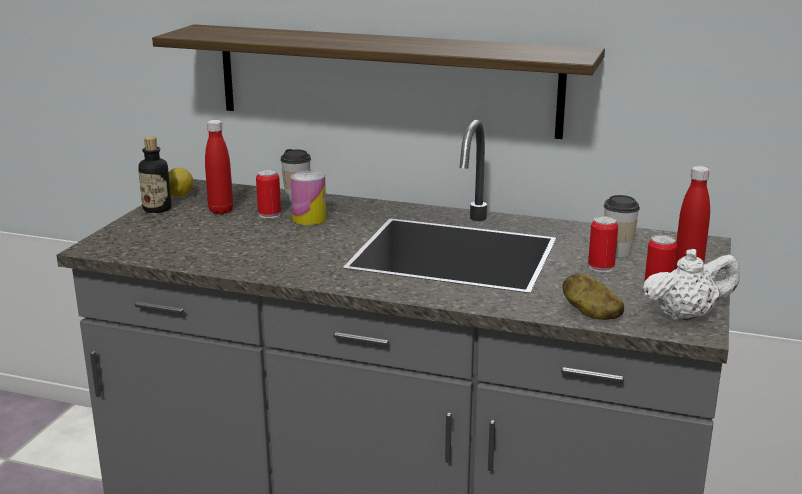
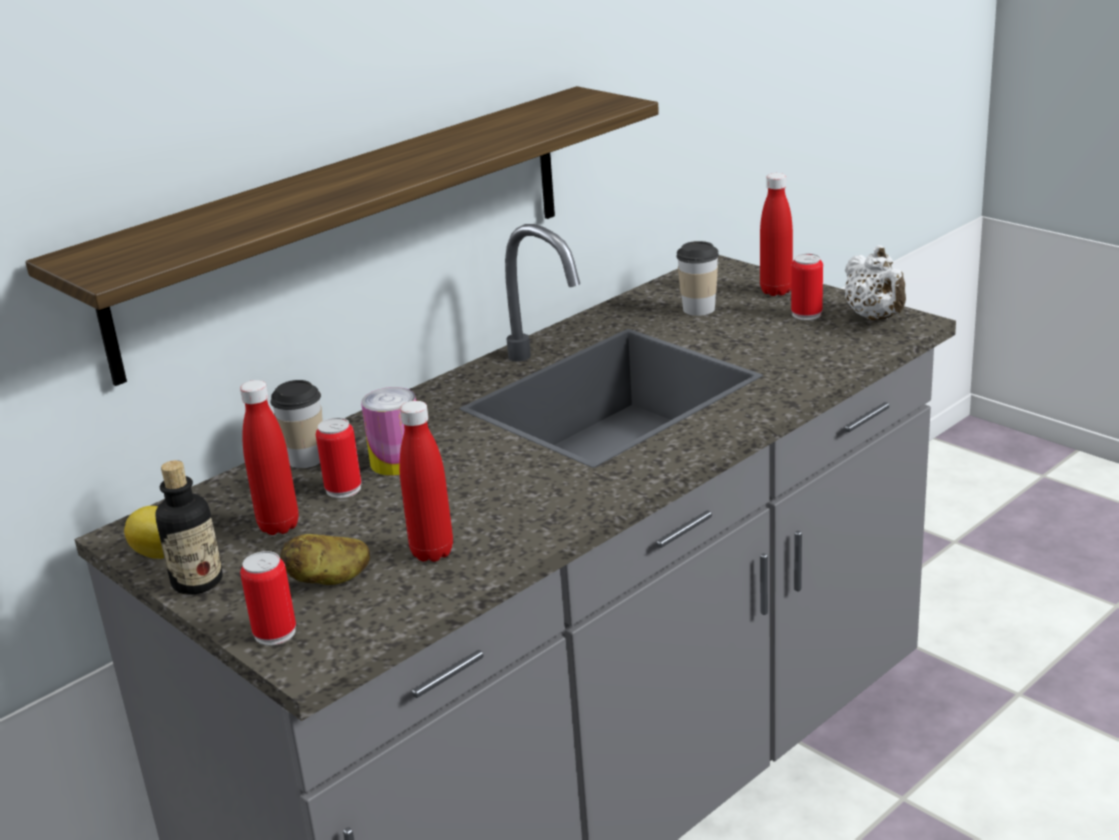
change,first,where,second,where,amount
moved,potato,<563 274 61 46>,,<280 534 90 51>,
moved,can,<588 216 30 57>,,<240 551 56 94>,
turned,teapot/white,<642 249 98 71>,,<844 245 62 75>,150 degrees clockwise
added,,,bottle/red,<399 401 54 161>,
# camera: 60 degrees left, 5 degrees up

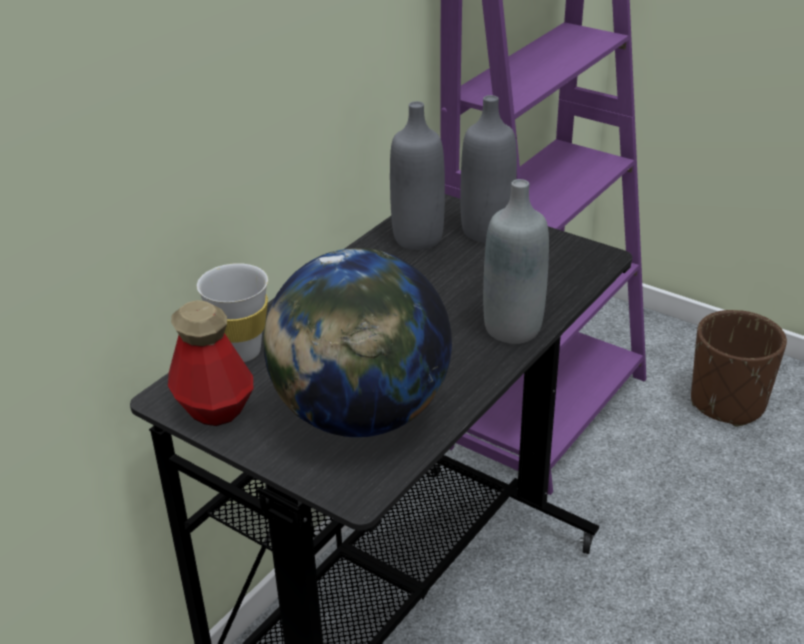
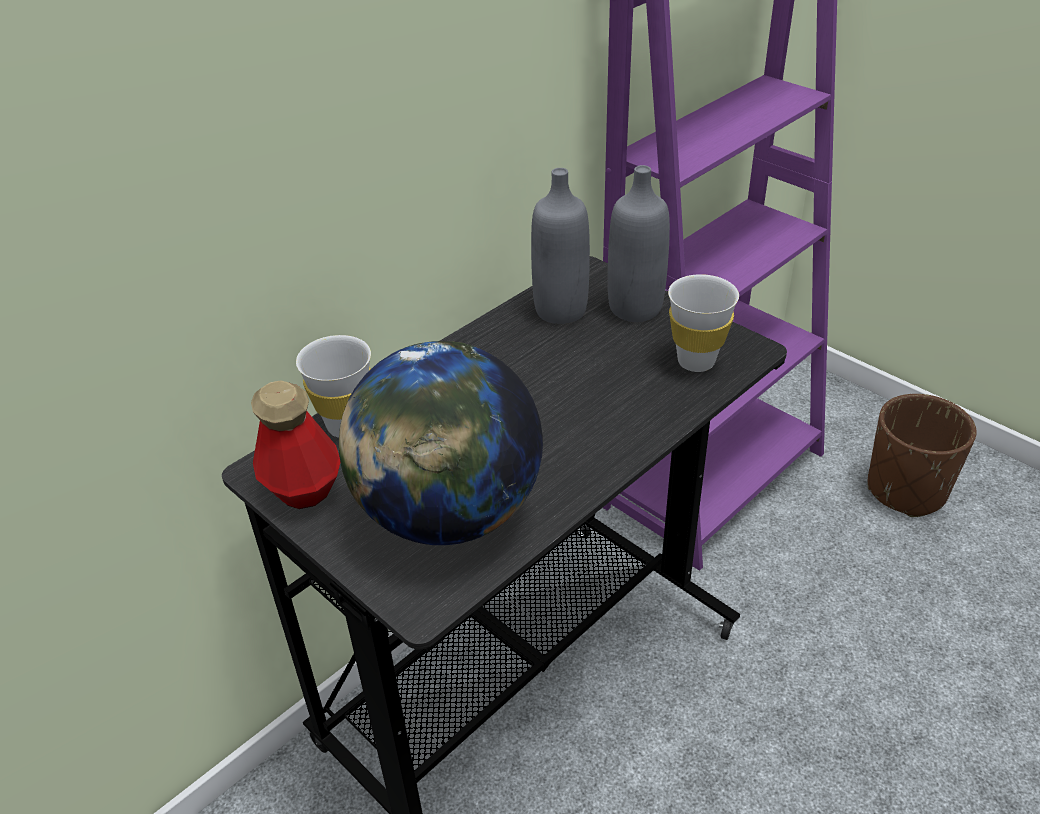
change,first,where,second,where,amount
removed,bottle/grey,<483 179 66 165>,,,
added,,,cup/white,<668 274 71 98>,
# camera: 10 degrees right, 5 degrees up

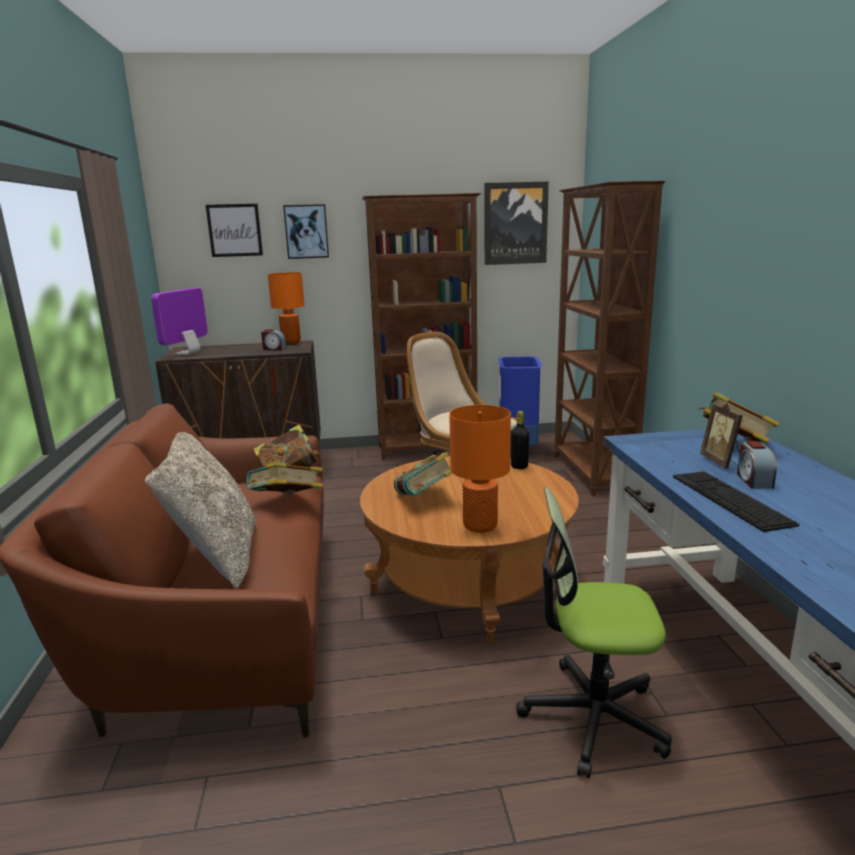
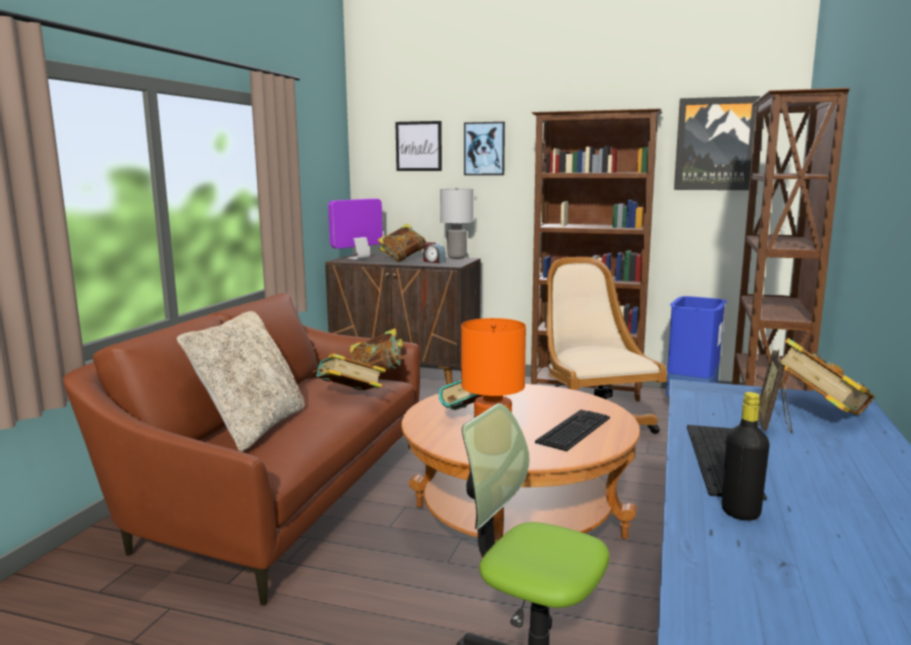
change,first,where,second,where,amount
recoloured,table lamp/orange,<268 272 36 72>,table lamp/grey,<440 188 33 71>,
moved,bottle/black,<511 411 18 58>,,<722 392 48 129>,
removed,alarm clock,<737 441 40 48>,,,
added,,,book,<378 224 49 38>,
added,,,keyboard,<535 410 75 42>,
# camera: 25 degrees right, 5 degrees down

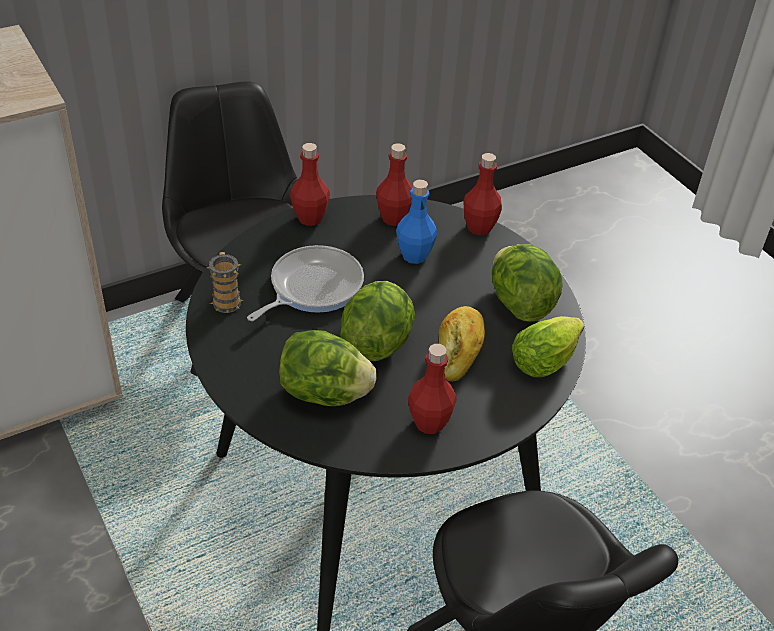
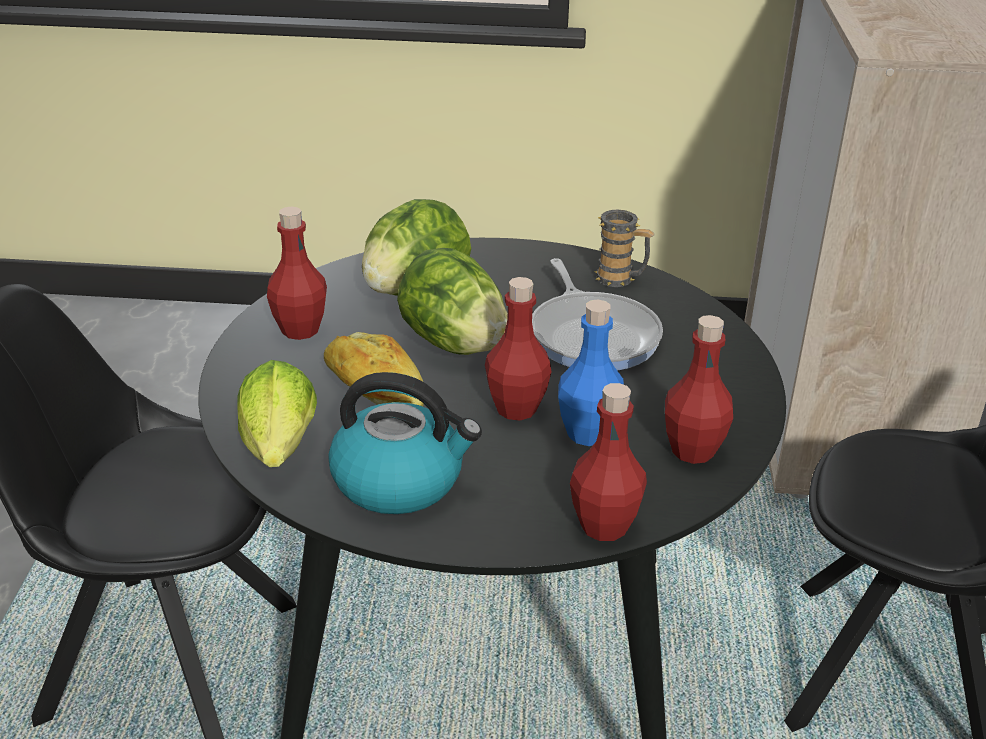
change,first,where,second,where,amount
moved,bottle/red,<290 143 40 83>,,<485 277 66 144>,
replaced,lettuce,<492 244 71 77>,kettle,<328 372 154 142>,
# camera: 125 degrees right, 10 degrees down

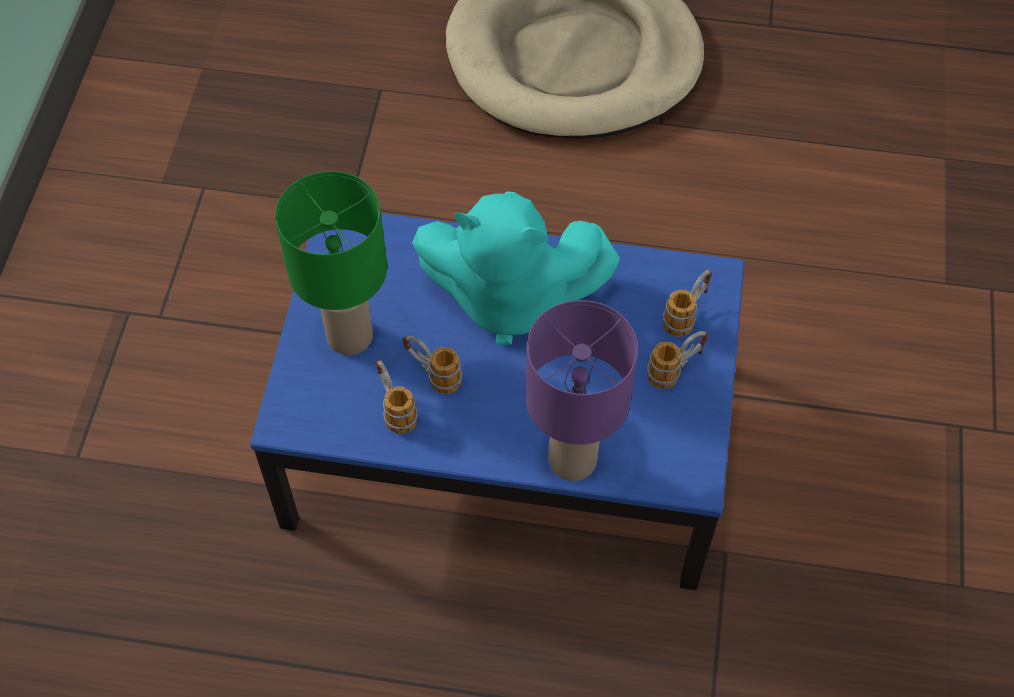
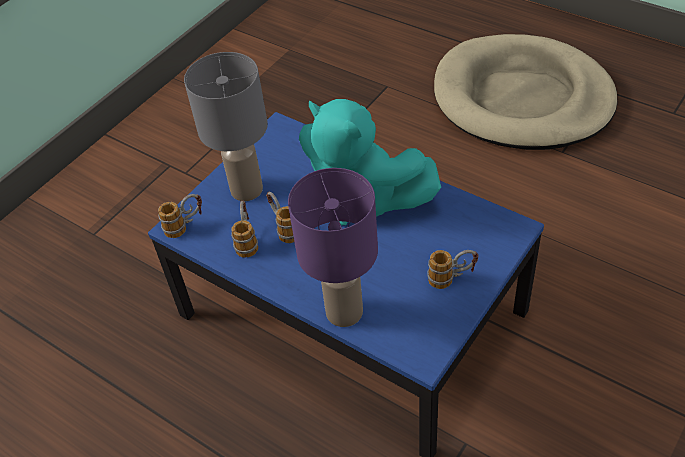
change,first,where,second,where,amount
recoloured,table lamp/green,<275 171 112 184>,table lamp/grey,<184 52 84 149>,
moved,mug,<663 269 49 68>,,<158 194 44 44>,
# camera: 30 degrees right, 10 degrees down

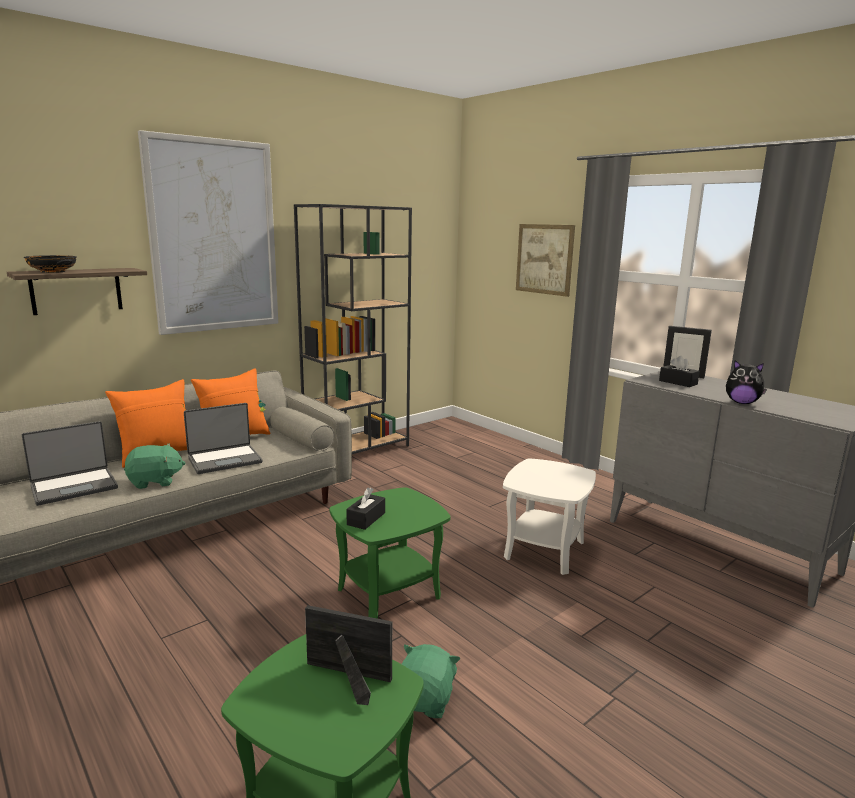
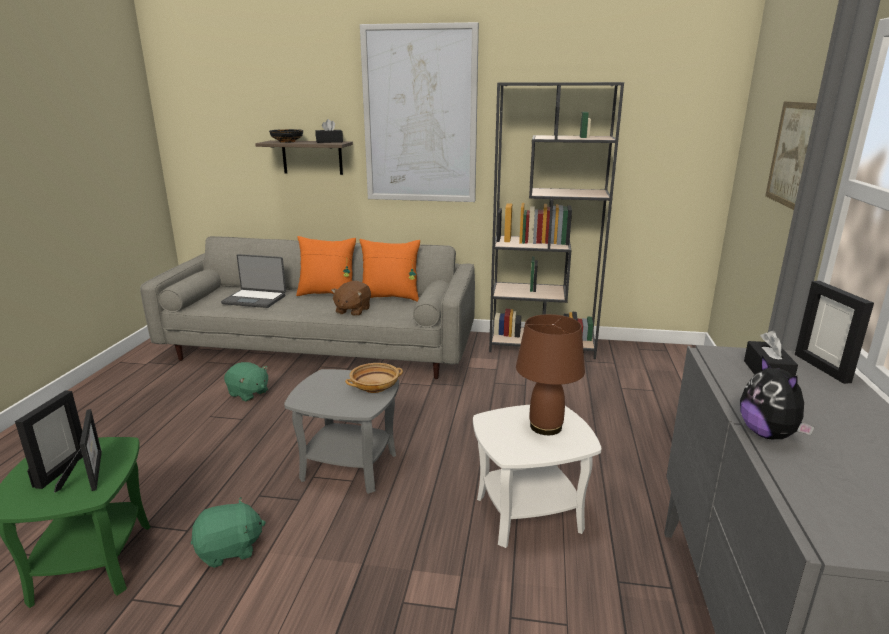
change,first,where,second,where,amount
moved,plush toy/green,<124 443 61 46>,,<224 362 44 39>,
replaced,laptop,<184 403 79 71>,plush toy/brown,<331 281 40 35>,
recoloured,side table/green,<330 487 121 132>,side table/grey,<284 369 115 125>,
moved,tissue box/black,<346 487 39 43>,,<315 119 28 24>,
added,,,picture frame,<15 390 68 99>,
added,,,bowl/beige,<345 363 58 30>,
added,,,table lamp/brown,<516 314 69 121>,
# camera: 50 degrees right, 5 degrees up

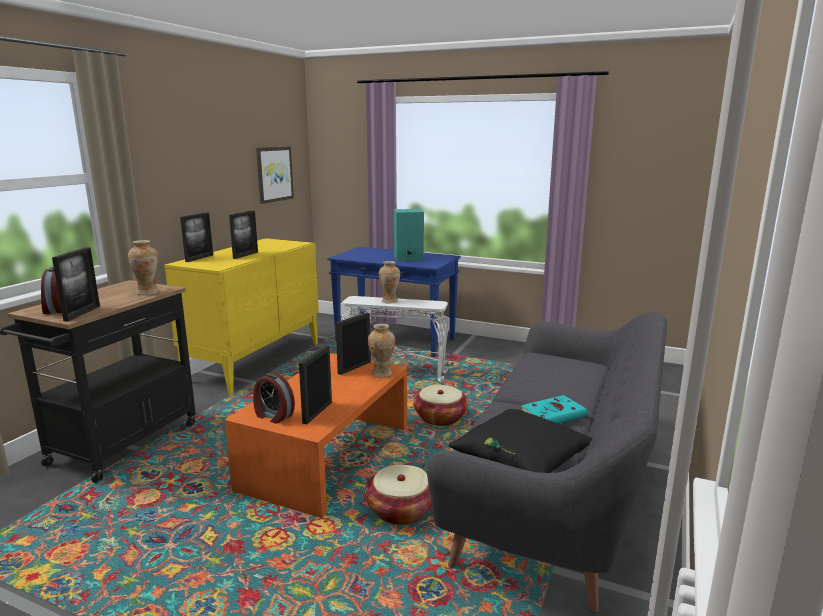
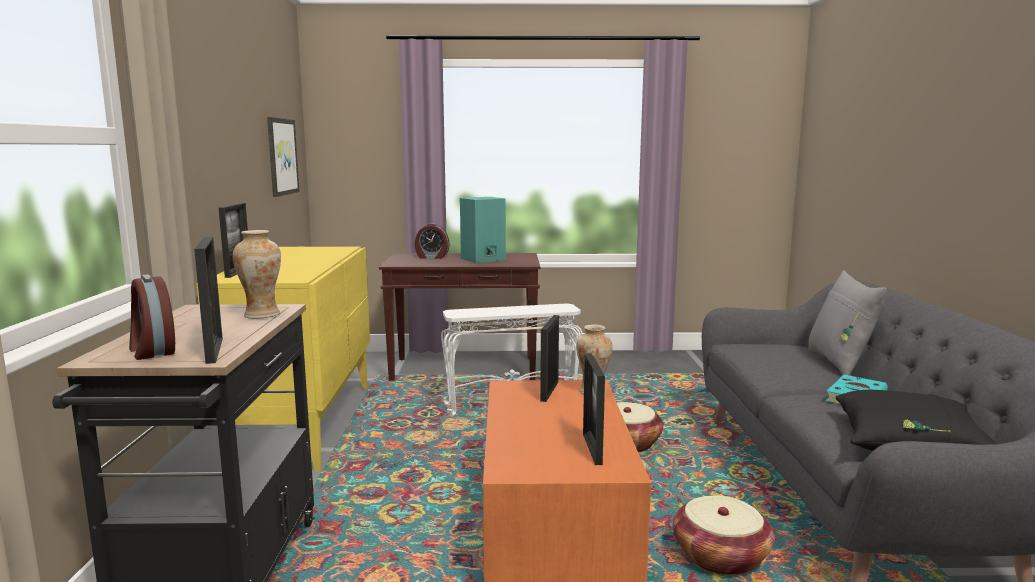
change,first,where,second,where,amount
removed,picture frame,<229 210 29 49>,,,
moved,alarm clock,<253 373 42 51>,,<415 223 34 36>,
recoloured,console table/blue,<327 247 134 110>,console table/brown,<379 253 161 128>,
removed,vase,<379 261 21 43>,,,
added,,,pillow/grey,<808 270 79 106>,
# camera: 25 degrees left, 5 degrees down

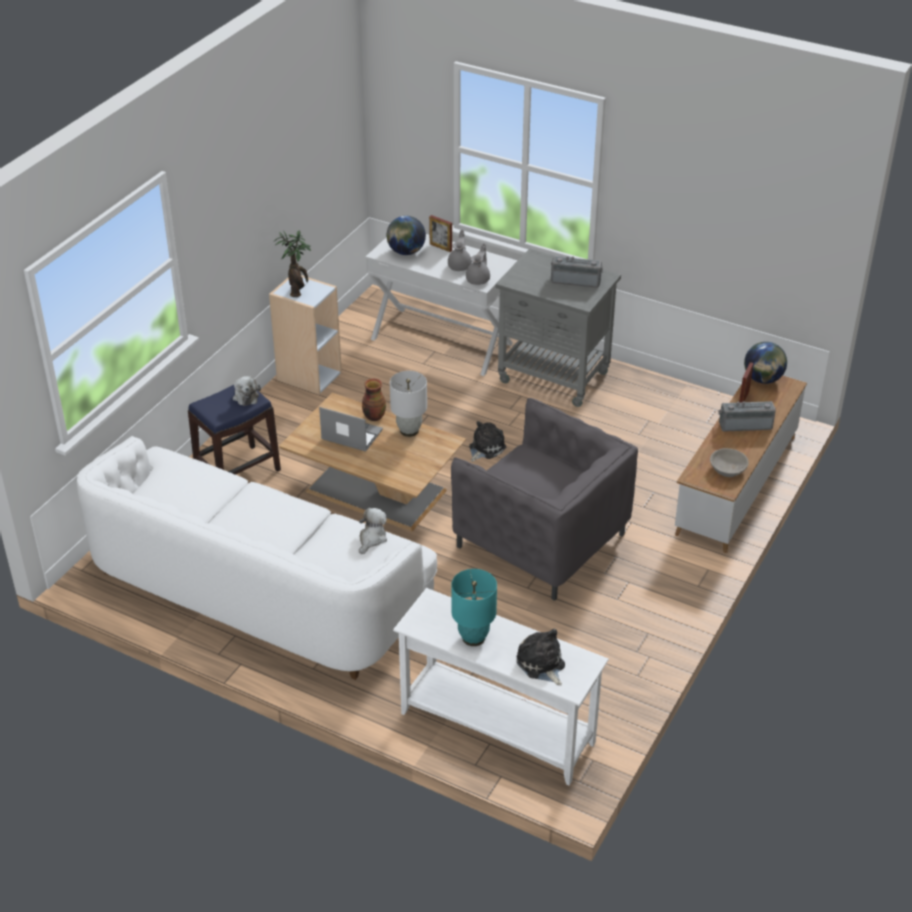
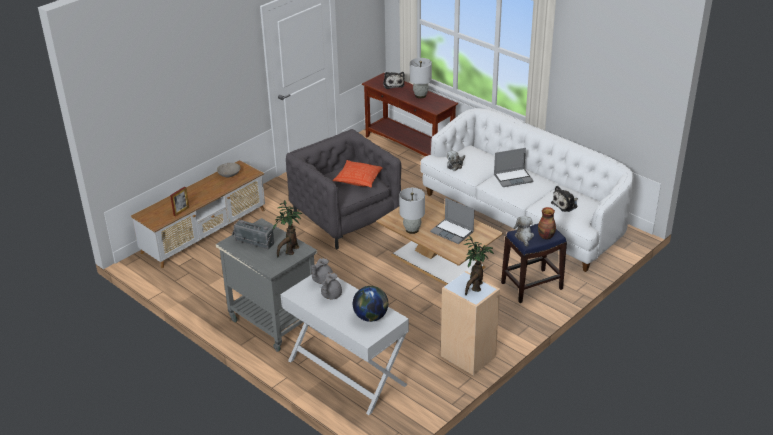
change,first,where,second,where,amount
moved,vase,<362 378 24 43>,,<538 207 18 32>,
recoloured,console table/white,<393 588 216 197>,console table/brown,<362 73 96 84>,
removed,picture frame,<429 215 23 37>,,,
recoloured,table lamp/turquoise,<451 569 46 77>,table lamp/white,<410 58 22 40>,
moved,plush toy,<469 421 37 41>,,<551 186 27 26>,
removed,radio,<718 401 58 31>,,,
removed,globe,<744 342 43 42>,,,
added,,,potted plant,<273 200 29 57>,
added,,,pillow/orange,<333 160 50 28>,
added,,,laptop,<494 148 40 39>,
# camera: 165 degrees left, 5 degrees down

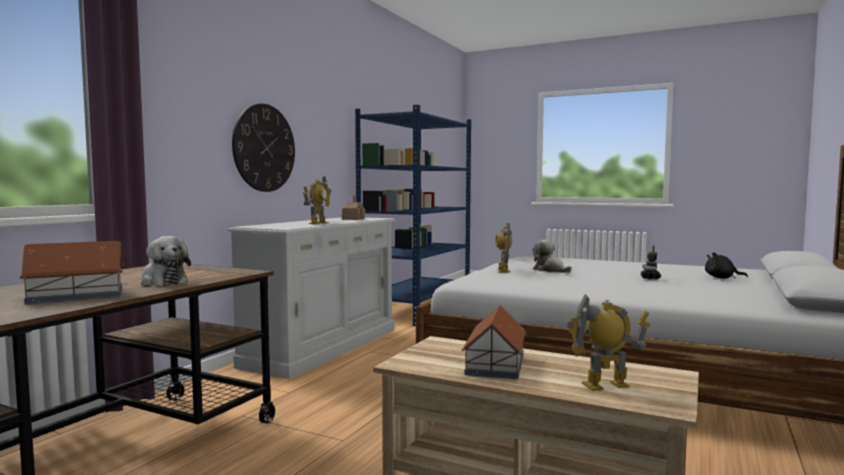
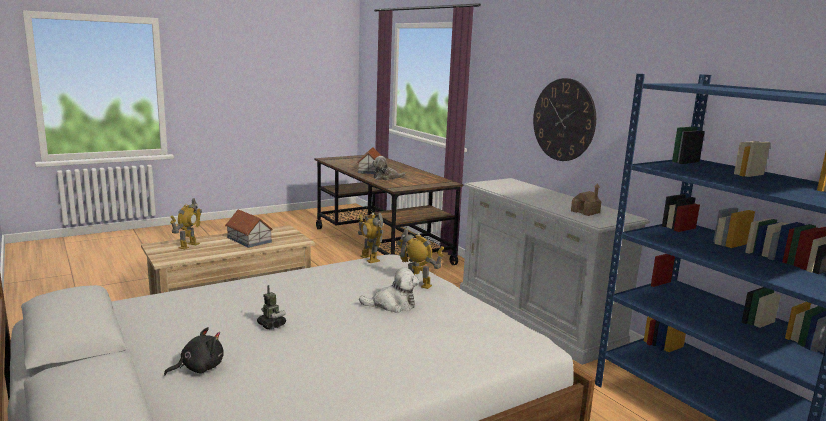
change,first,where,second,where,amount
moved,toy robot,<303 176 28 48>,,<358 213 25 50>,
# camera: 120 degrees right, 10 degrees up

